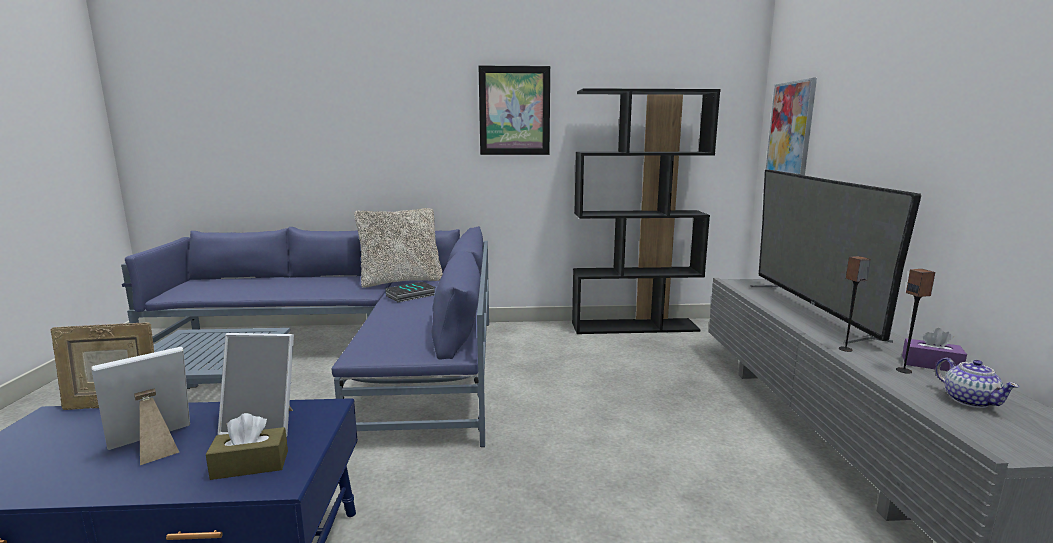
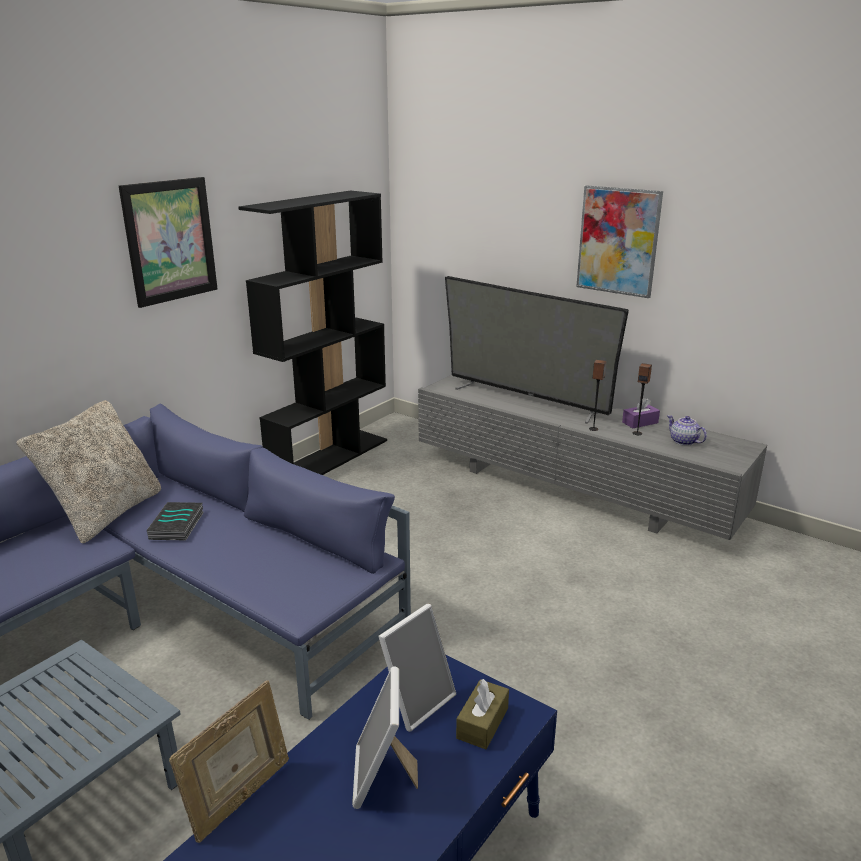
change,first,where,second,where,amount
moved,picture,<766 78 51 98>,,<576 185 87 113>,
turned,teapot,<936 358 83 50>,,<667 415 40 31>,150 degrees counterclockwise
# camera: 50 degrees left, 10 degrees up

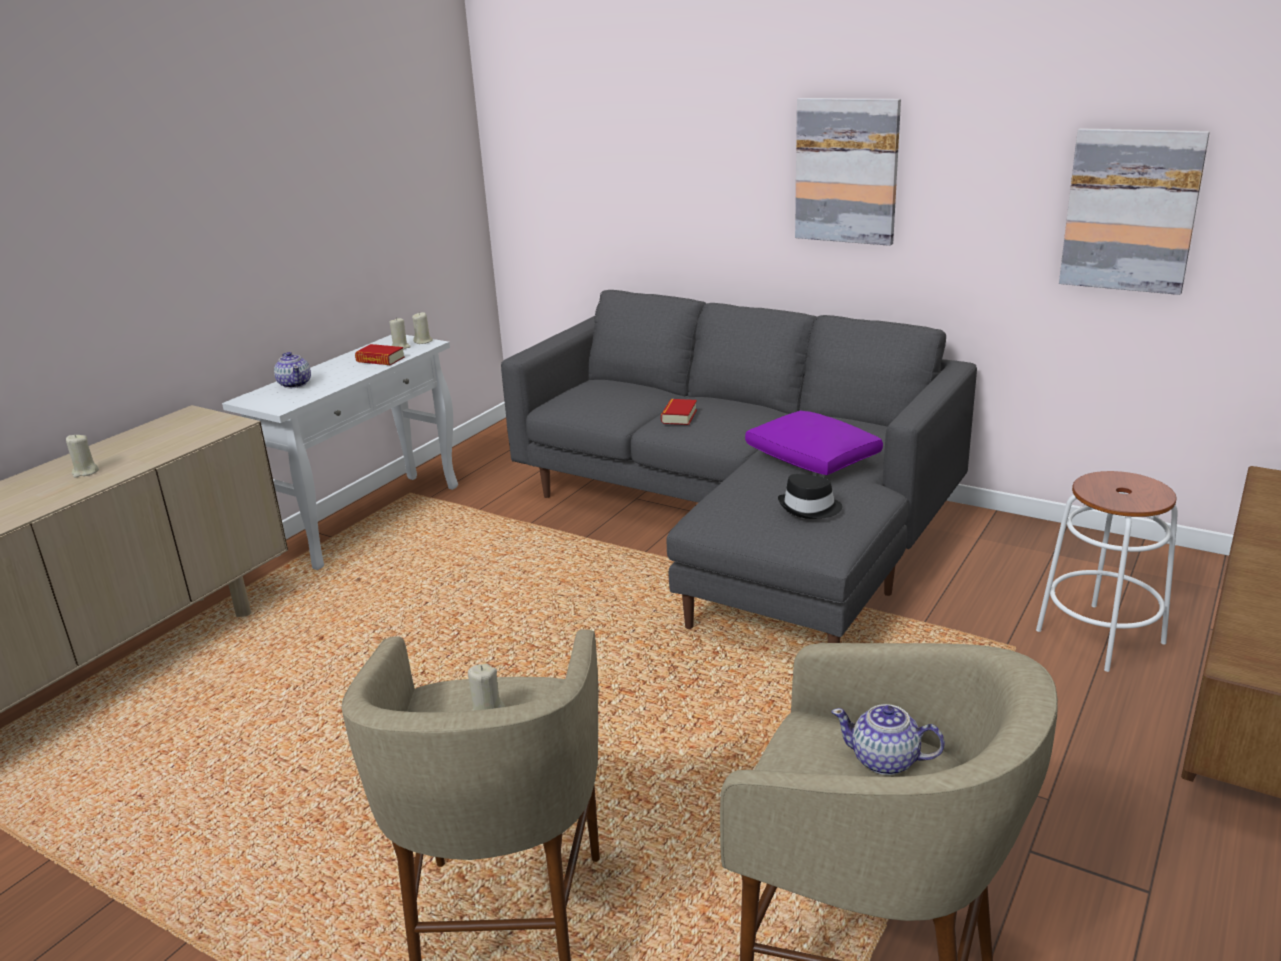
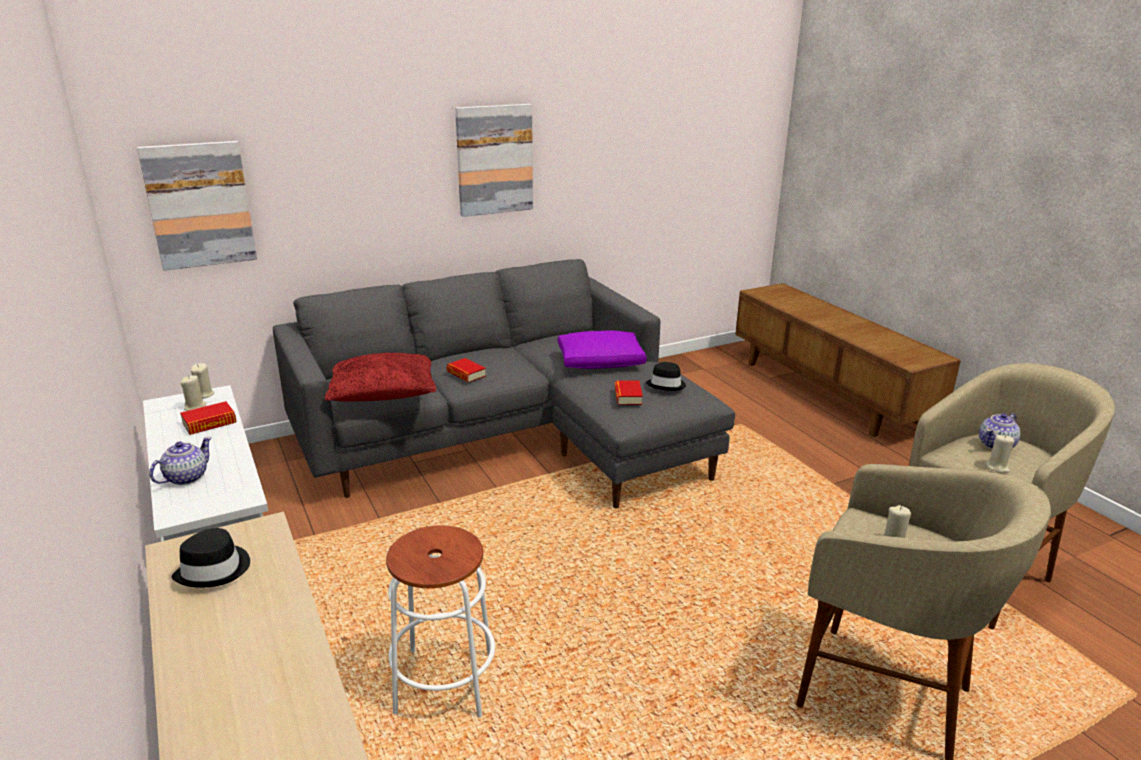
change,first,where,second,where,amount
moved,candle/beige,<66 434 33 44>,,<986 435 28 38>,
turned,teapot,<274 352 37 36>,,<149 437 63 48>,60 degrees counterclockwise
moved,stool/white,<1036 471 141 201>,,<386 525 109 192>,
moved,picture,<1059 128 151 167>,,<137 141 120 130>,
added,,,hat/black,<172 528 78 60>,
added,,,pillow/red,<325 353 112 48>,
added,,,book,<615 380 28 25>,
# camera: 60 degrees left, 0 degrees up

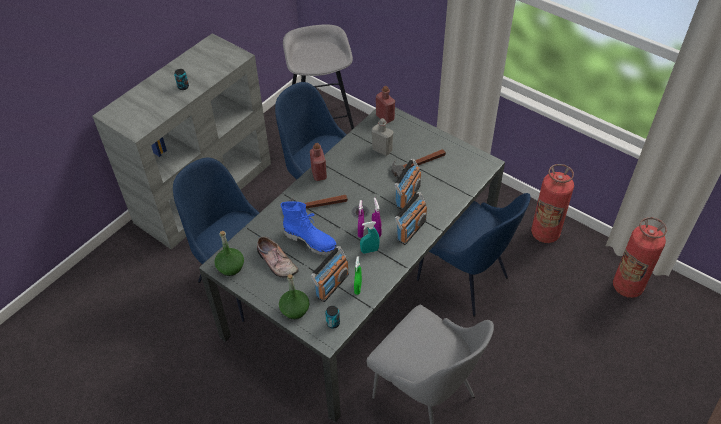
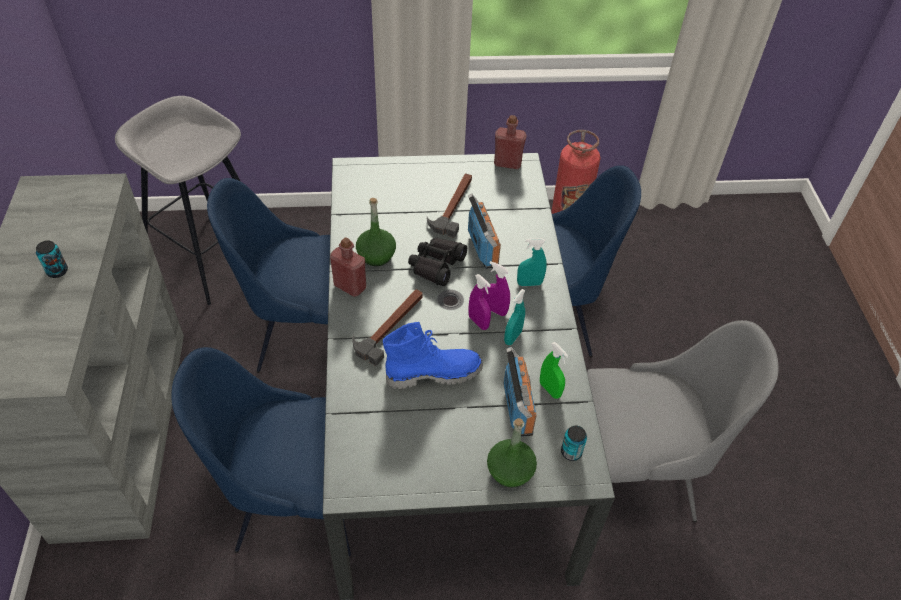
change,first,where,second,where,amount
moved,bottle/green,<215 231 29 45>,,<356 198 40 68>,
removed,shoe,<257 236 42 42>,,,
removed,bottle/grey,<372 118 21 38>,,,
moved,bottle/red,<376 86 19 37>,,<494 115 33 54>,
replaced,radio,<395 192 32 53>,spray bottle/turquoise,<517 238 29 48>,
removed,fire extinguisher,<613 217 54 81>,,,
added,,,binoculars/black,<408 237 59 49>,
# camera: 45 degrees left, 0 degrees up

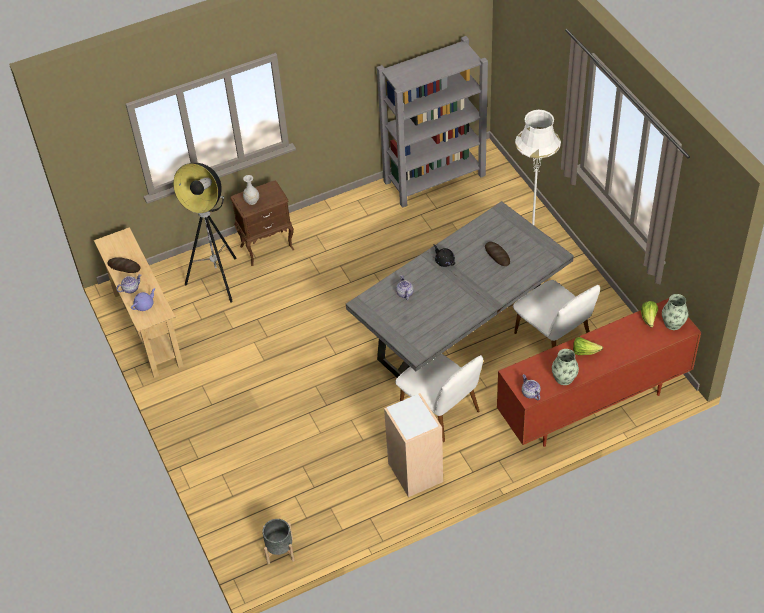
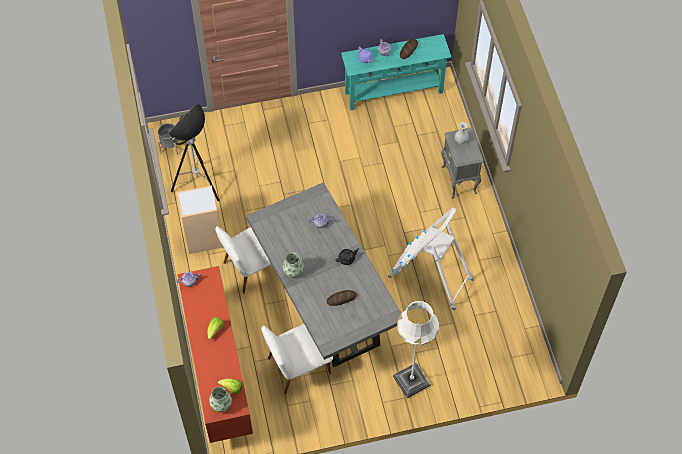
change,first,where,second,where,amount
recoloured,console table/beige,<94 227 90 151>,console table/turquoise,<341 34 111 77>,
moved,floor lamp,<173 163 64 140>,,<168 103 51 98>,
recoloured,nightstand/brown,<230 181 64 85>,nightstand/grey,<441 128 42 71>,
removed,bookcase/grey,<377 36 111 171>,,,
moved,vase,<552 349 27 36>,,<283 252 21 27>,
added,,,step ladder/white,<388 207 85 103>,
# camera: 100 degrees right, 10 degrees up

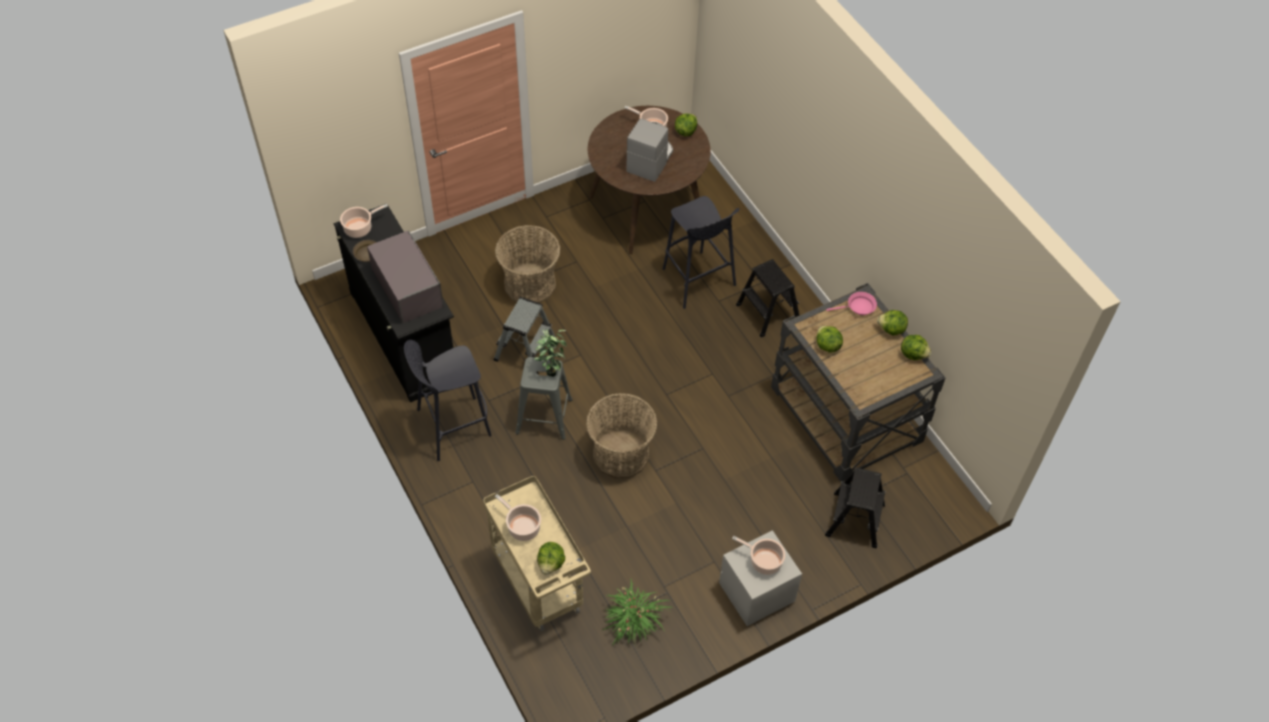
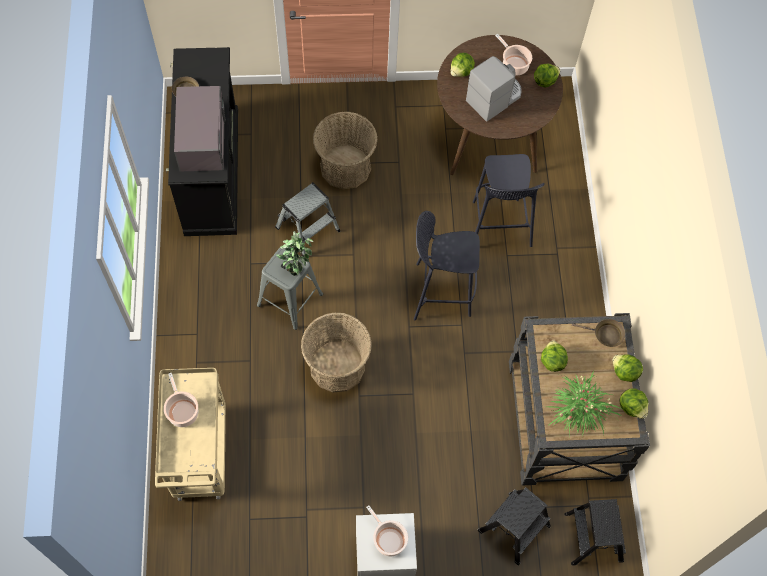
change,first,where,second,where,amount
removed,cooking pot,<340 204 48 34>,,,
moved,stool/grey,<404 340 88 121>,,<414 211 66 110>,
moved,lettuce,<537 542 28 33>,,<450 53 25 24>,
moved,potted plant,<603 579 69 68>,,<546 370 76 66>,
moved,step ladder/black,<736 259 63 79>,,<564 499 62 67>,
recoloured,frying pan/pink,<826 292 51 23>,frying pan/brown,<572 319 53 28>,
# camera: 25 degrees right, 10 degrees up

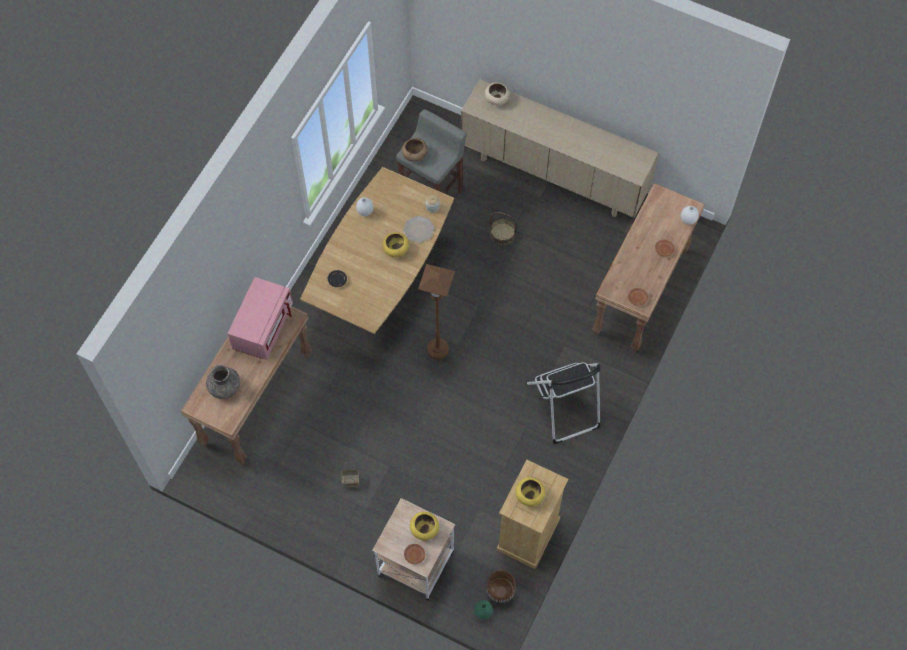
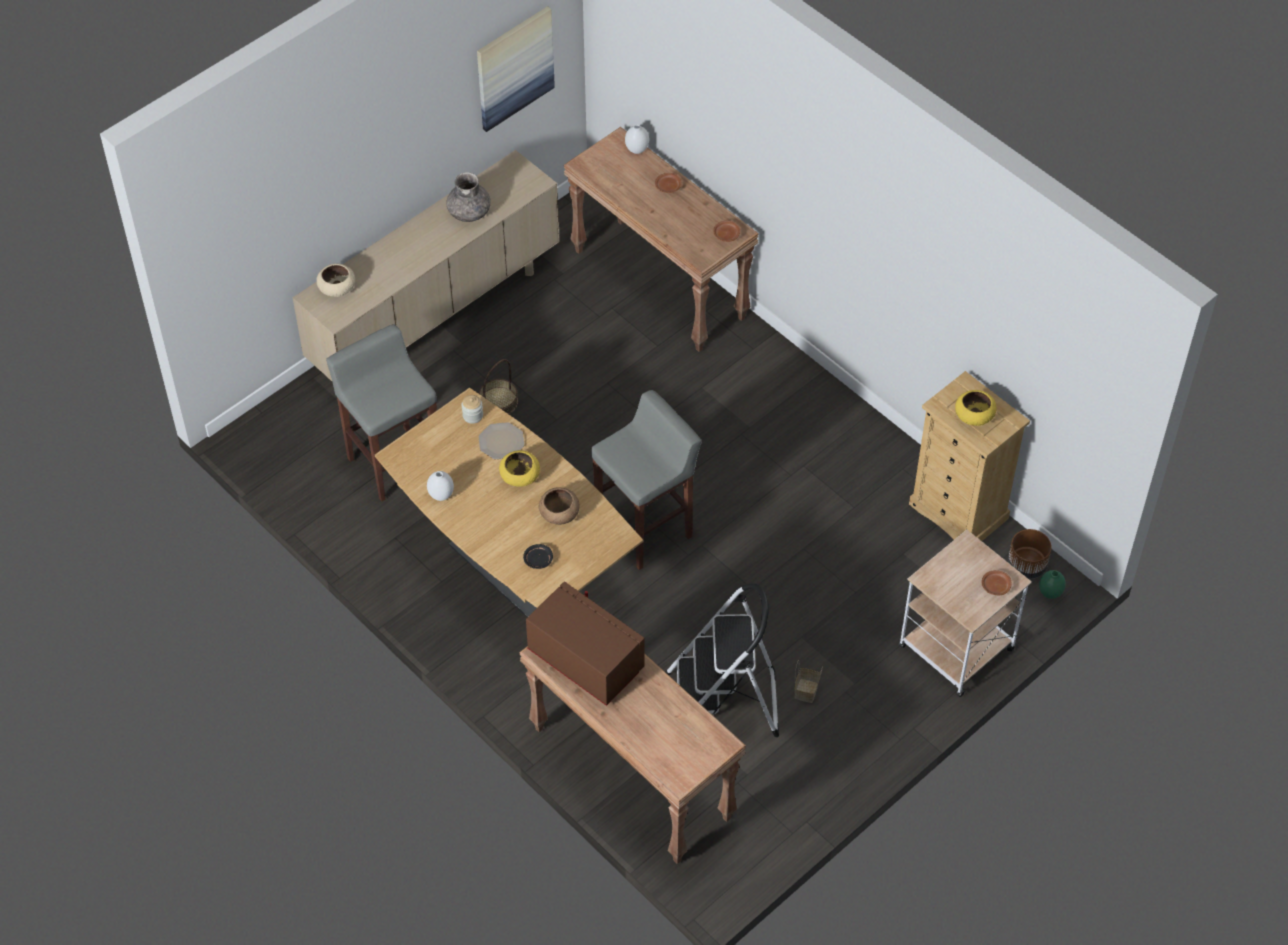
change,first,where,second,where,amount
moved,vase/grey,<206 365 34 34>,,<446 172 45 50>,
recoloured,microwave/pink,<228 277 65 83>,microwave/brown,<526 581 118 125>,
moved,bowl/brown,<402 138 26 24>,,<539 487 41 38>,
removed,bowl/yellow,<410 512 29 29>,,,
replaced,floor lamp/brown,<418 264 37 95>,stool/grey,<591 390 111 180>,
moved,step ladder,<526 362 75 82>,,<665 583 114 154>,
added,,,picture,<477 6 78 126>,
# camera: 70 degrees left, 10 degrees down

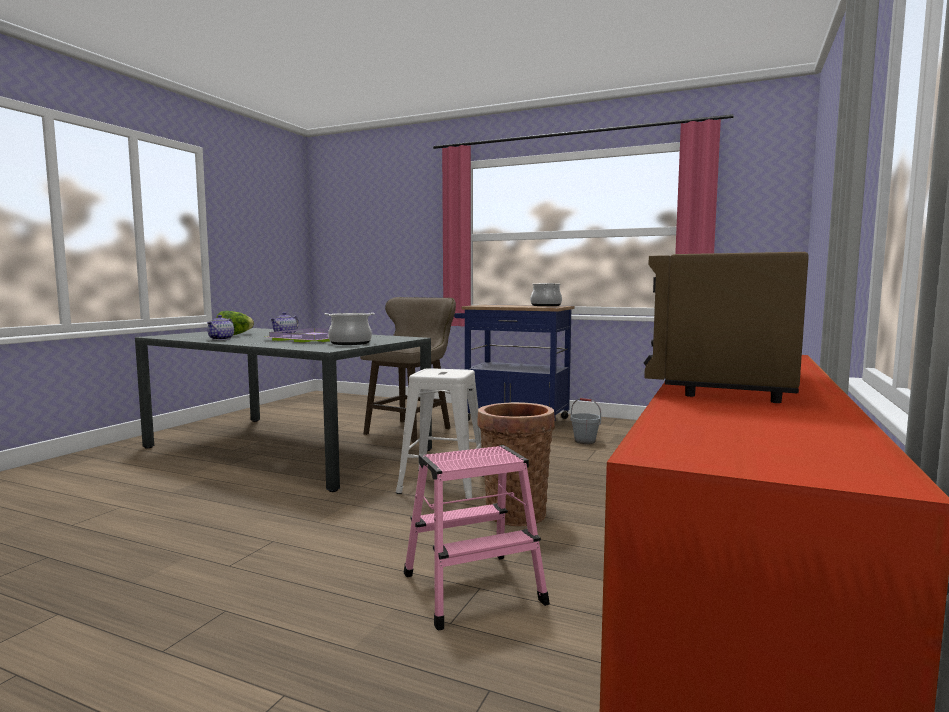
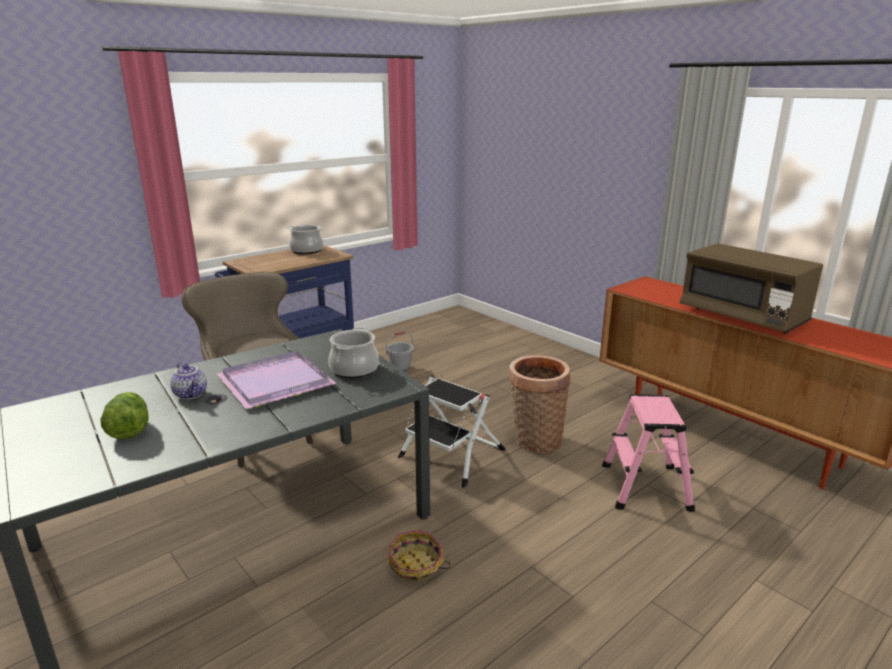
change,first,where,second,where,amount
removed,teapot,<207 315 27 25>,,,
replaced,stool/white,<396 368 88 131>,step ladder,<398 375 108 113>,
added,,,basket,<389 530 62 52>,
# camera: 65 degrees left, 15 degrees up

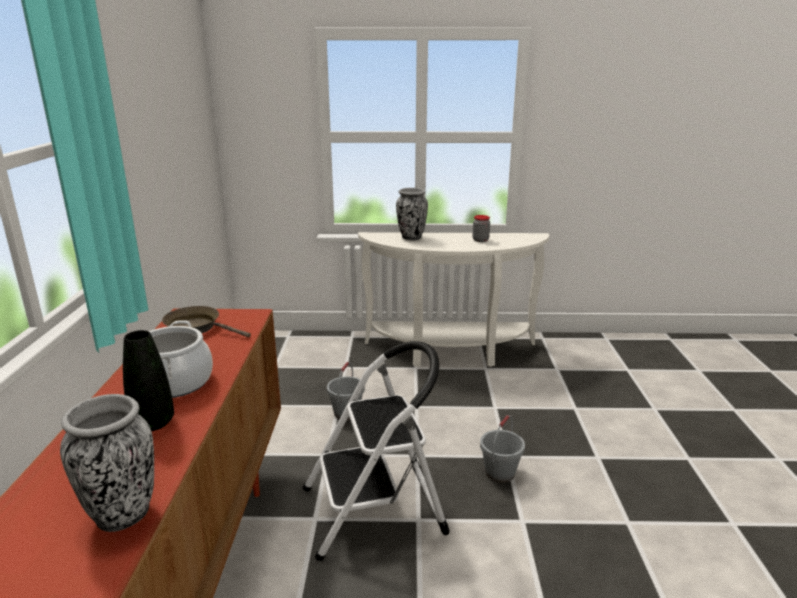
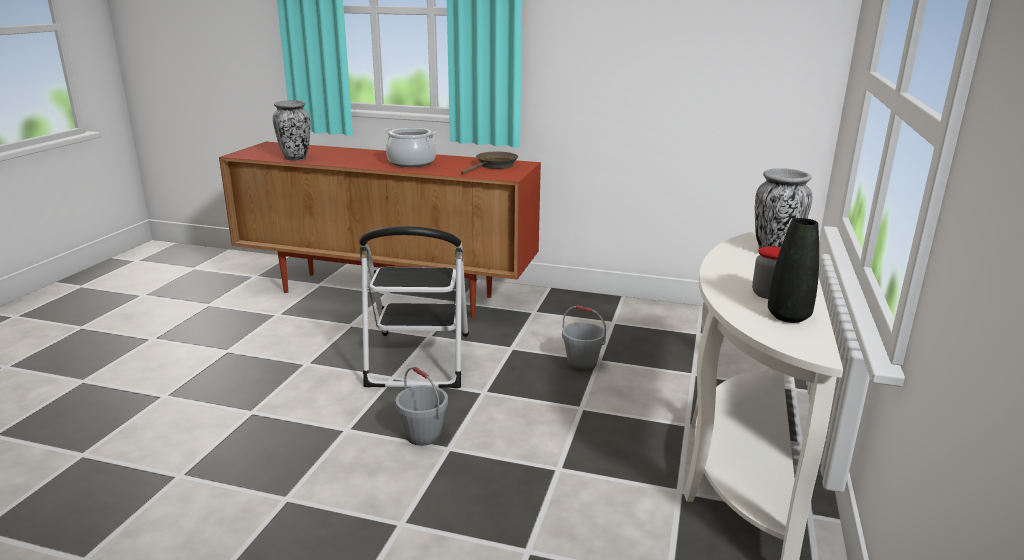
change,first,where,second,where,amount
moved,vase/black,<123 330 51 101>,,<768 218 51 105>,
# camera: 105 degrees right, 0 degrees up

